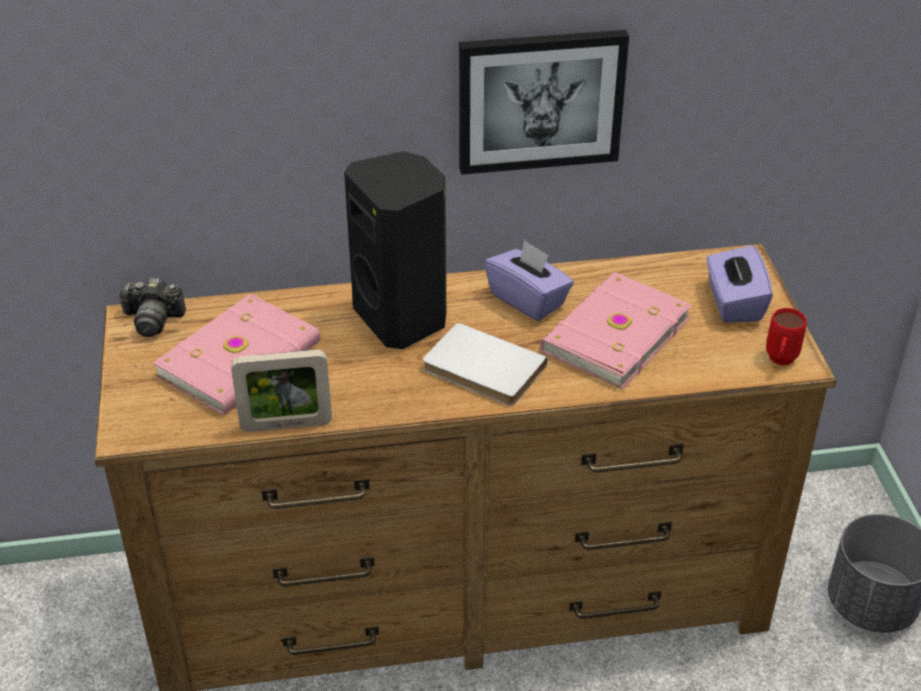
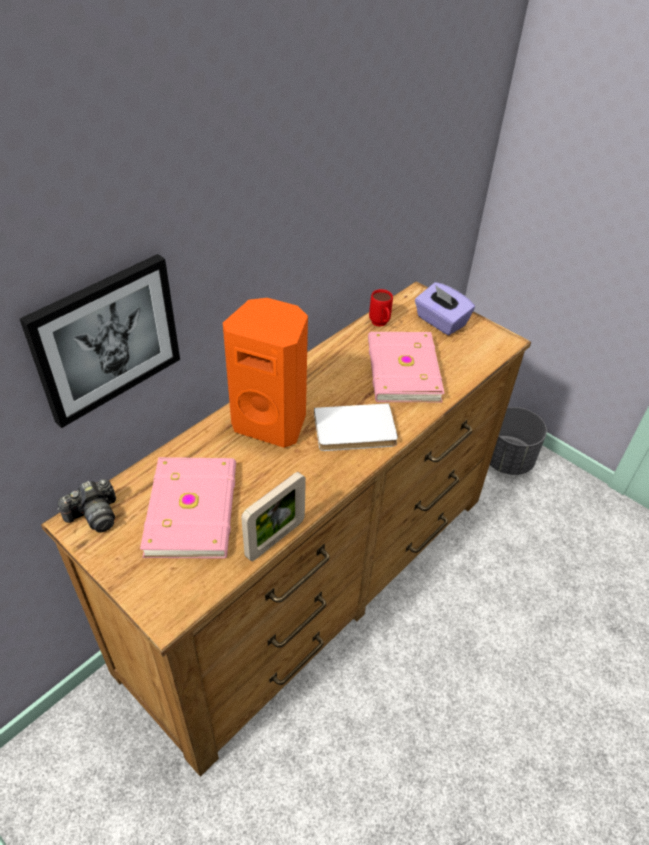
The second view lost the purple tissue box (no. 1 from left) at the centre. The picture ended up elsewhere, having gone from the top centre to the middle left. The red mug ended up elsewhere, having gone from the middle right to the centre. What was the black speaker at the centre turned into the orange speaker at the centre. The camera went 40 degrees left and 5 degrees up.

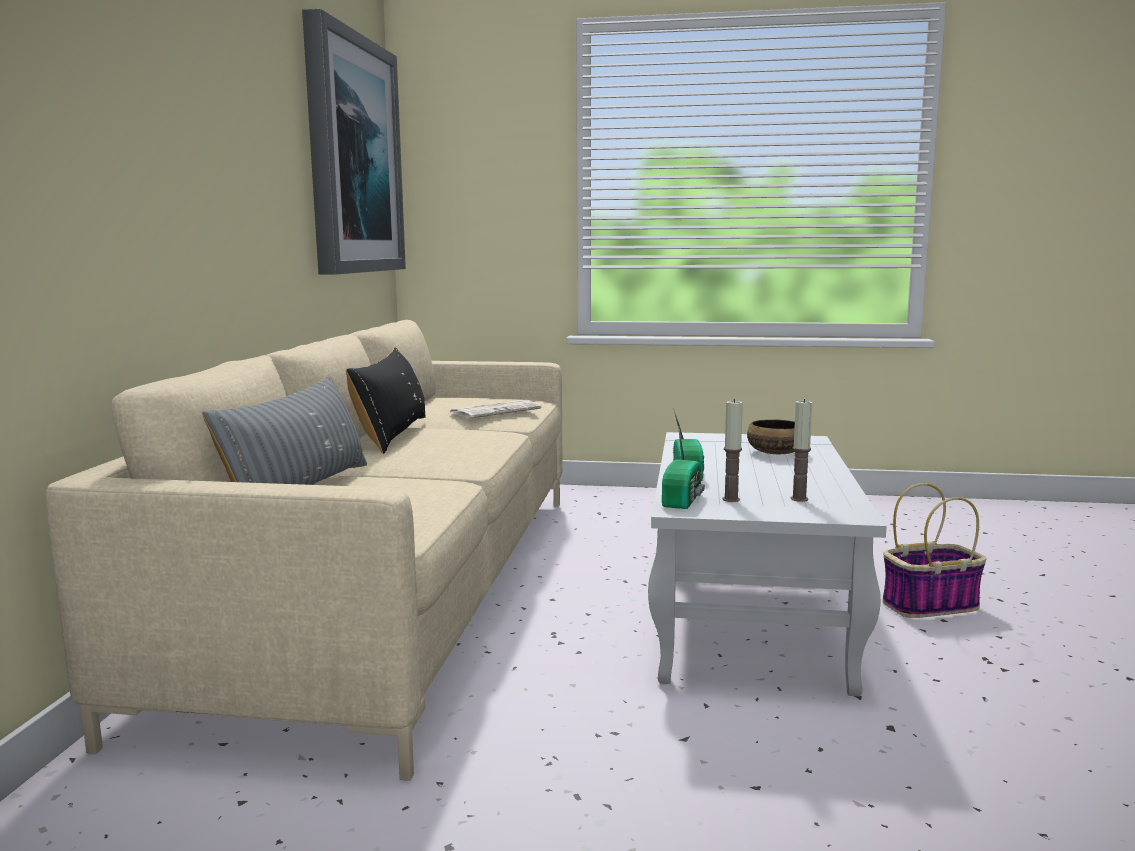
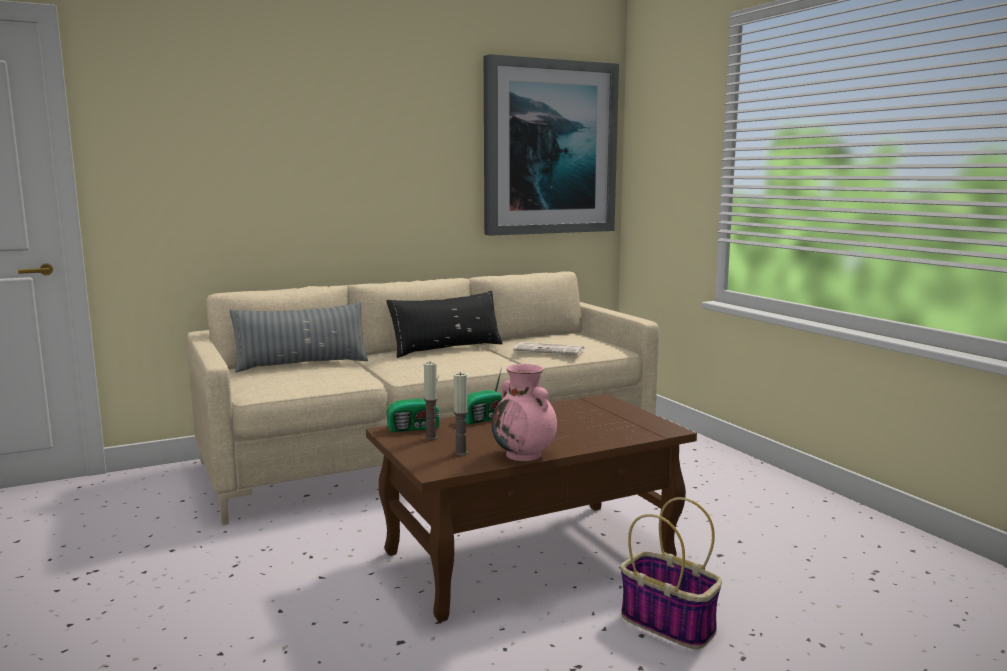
The second view lost the bowl at the middle right. The second view gained the pink vase at the centre. What was the white coffee table at the middle right turned into the brown coffee table at the bottom centre. The camera went 55 degrees right and 0 degrees up.

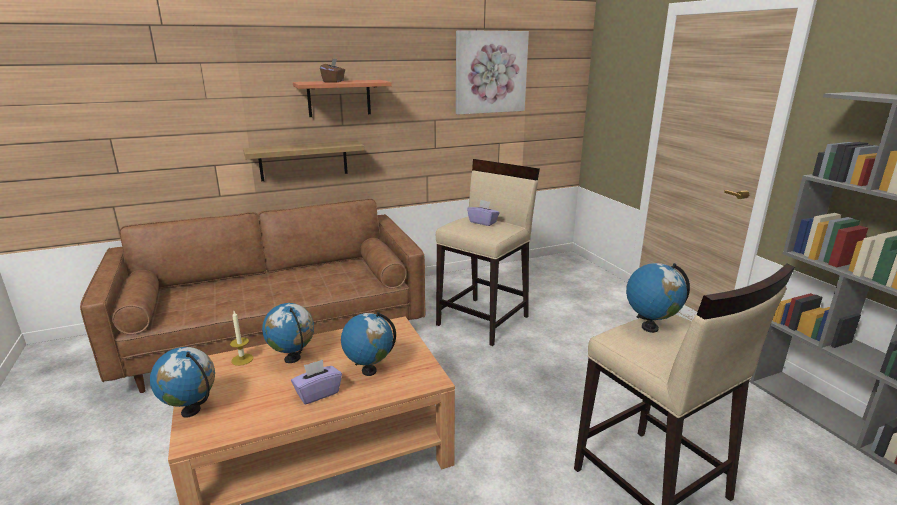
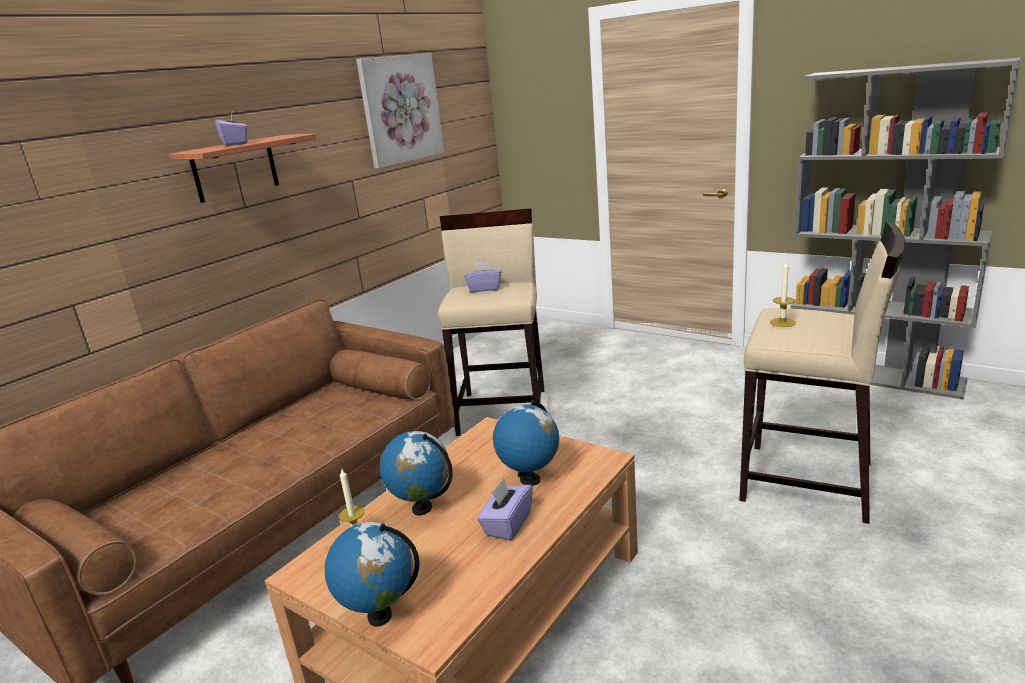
The second view lost the shelf (no. 1 from left) at the top centre. Where the globe (no. 4 from left) stood at the middle right, the candle (no. 2 from left) came to stand at the middle right. What was the brown tissue box at the top centre turned into the purple tissue box (no. 1 from left) at the top left. The camera went 30 degrees left and 0 degrees up.

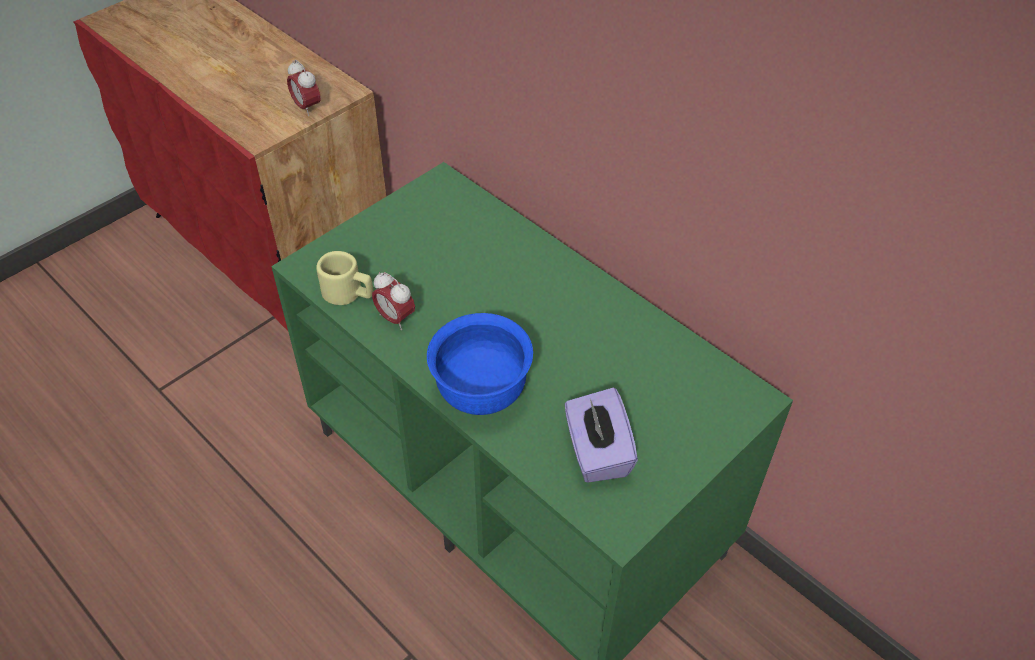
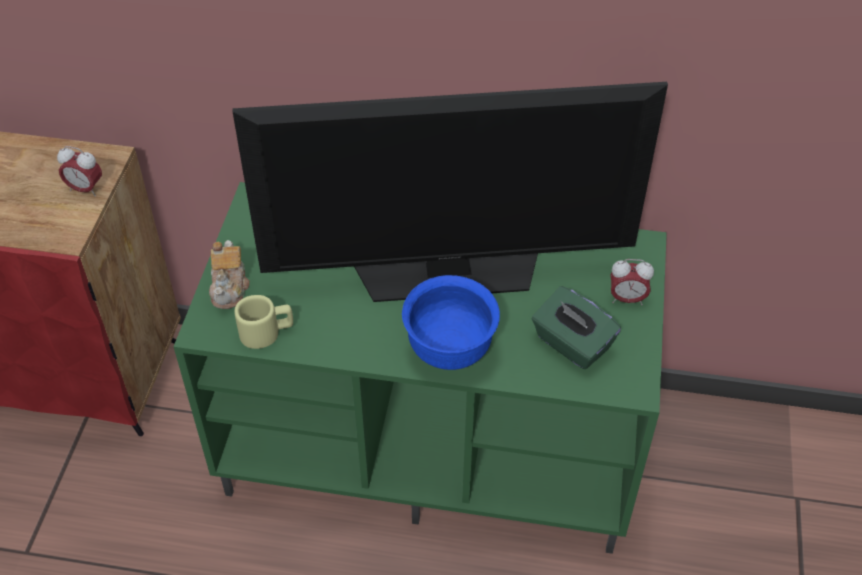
The second view gained the teapot at the middle left. The second view gained the television at the centre. The alarm clock (no. 2 from left) ended up elsewhere, having gone from the centre to the middle right. What was the purple tissue box at the centre turned into the green tissue box at the middle right. The camera went 35 degrees left and 0 degrees up.

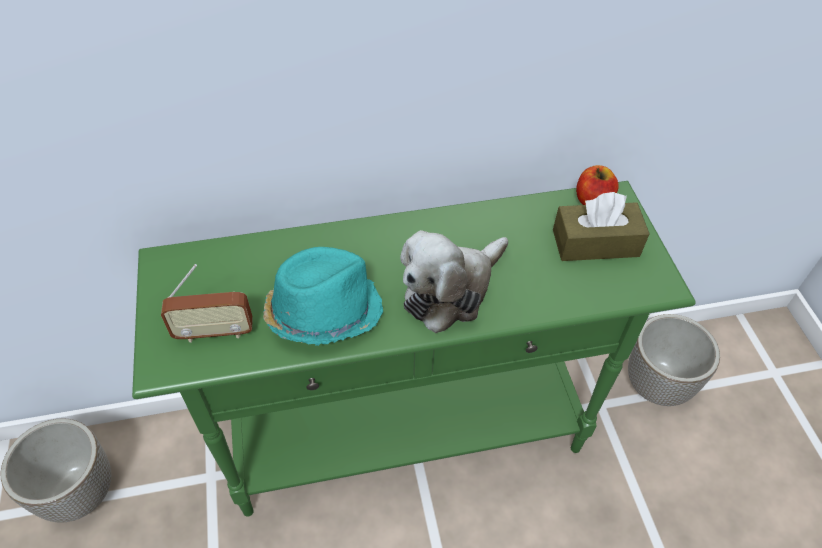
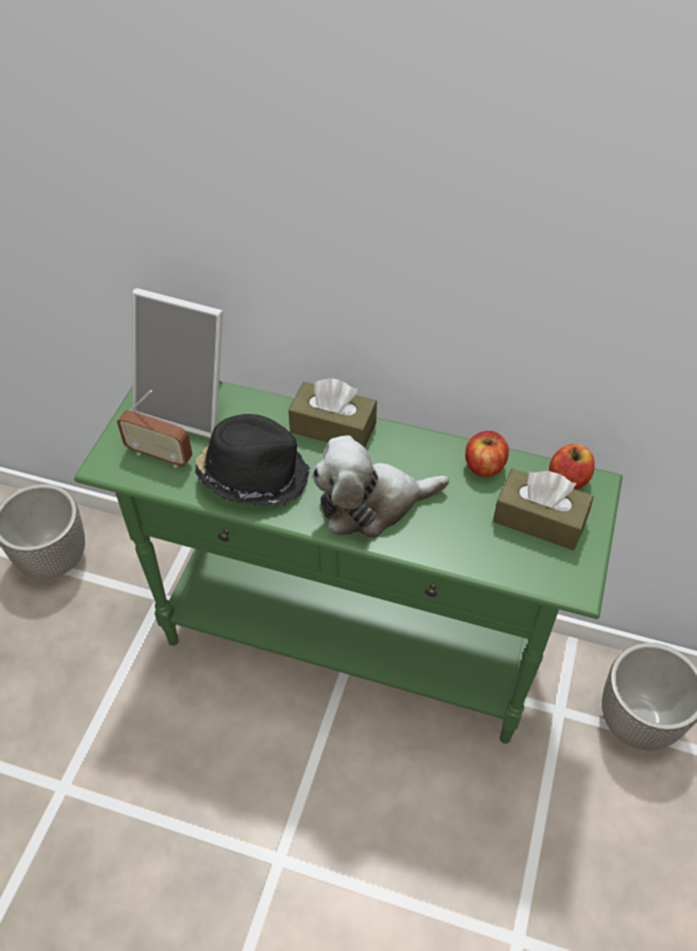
The second view gained the picture frame at the middle left. The second view gained the brown tissue box (no. 1 from left) at the centre. The second view gained the apple (no. 1 from left) at the middle right. What was the turquoise hat at the centre turned into the black hat at the centre. The camera went 30 degrees right and 0 degrees up.

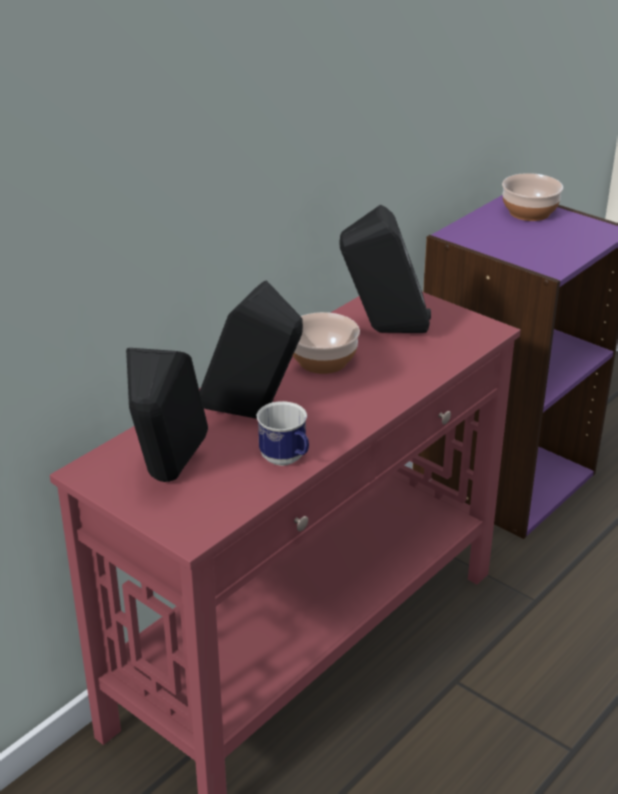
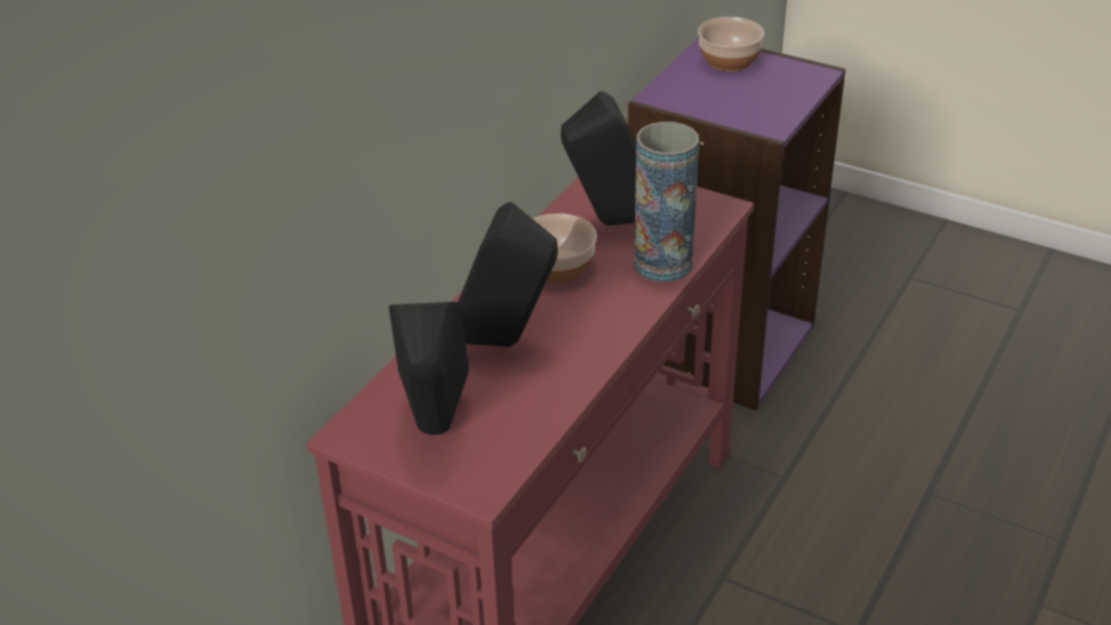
The second view lost the mug at the centre. The second view gained the vase at the top centre. The camera went 10 degrees left and 5 degrees up.

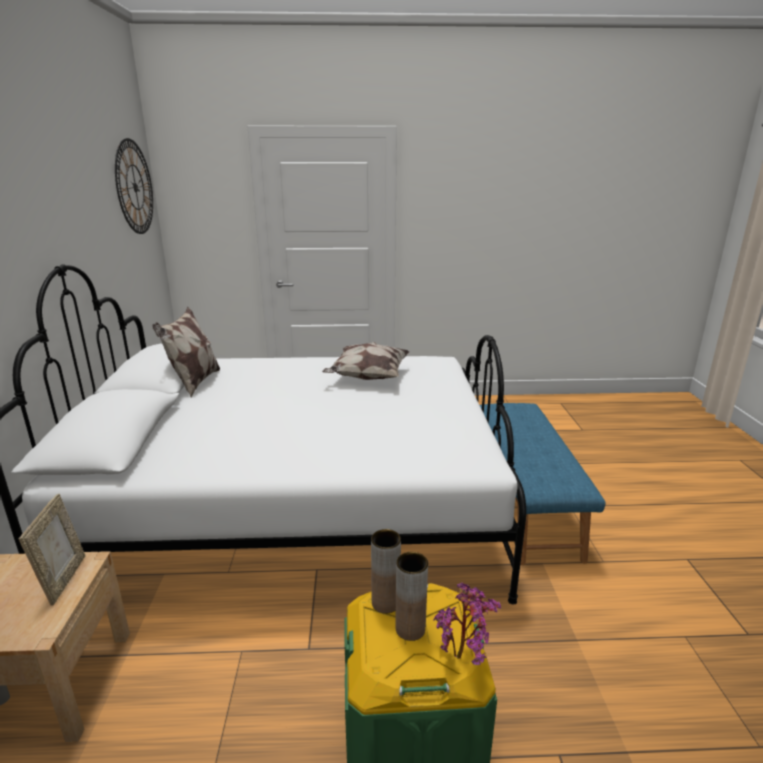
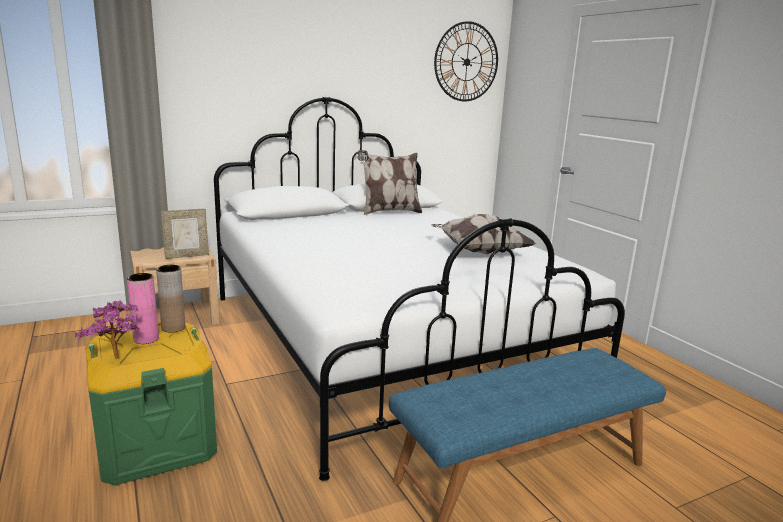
What was the brown vase (no. 2 from left) at the bottom centre turned into the pink vase at the middle left. The camera went 65 degrees right and 5 degrees down.

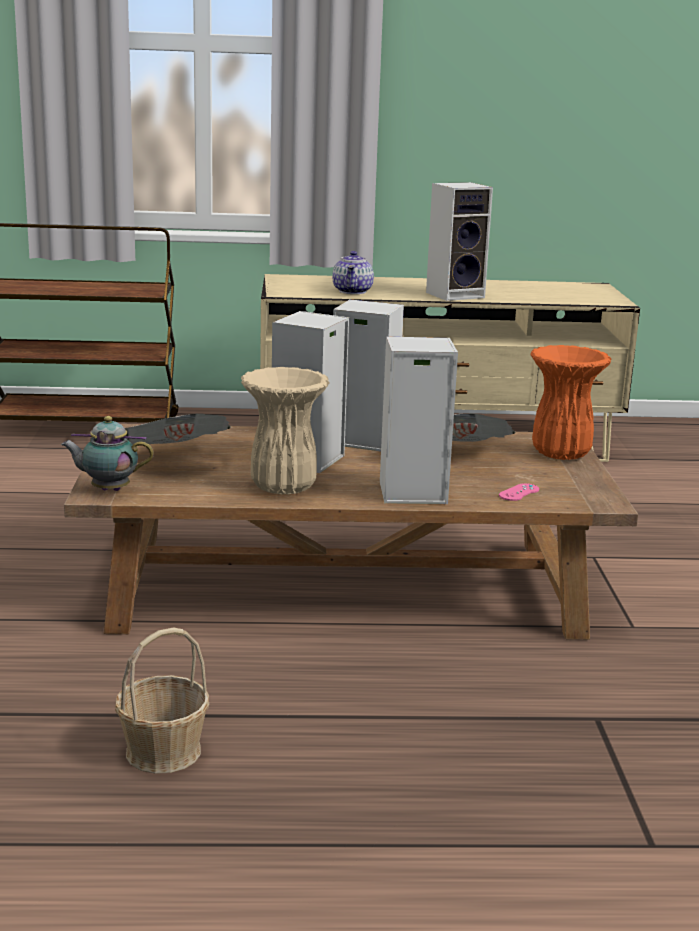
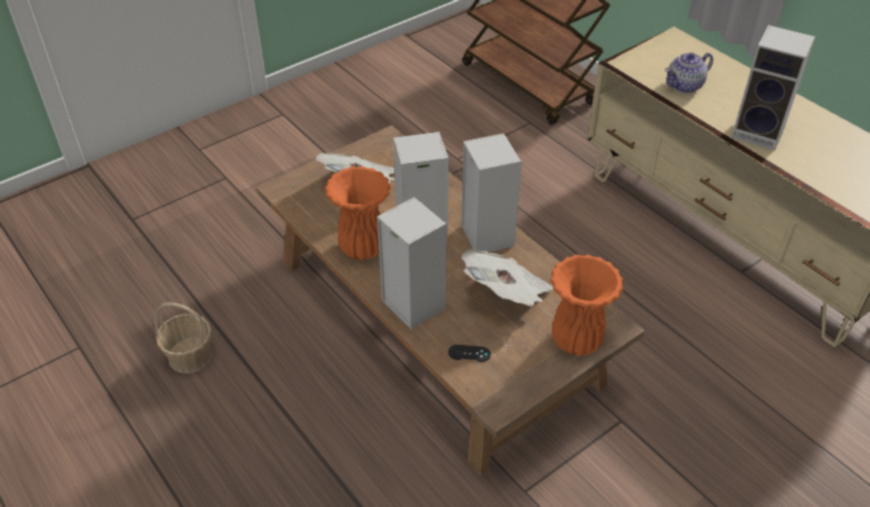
The second view lost the teapot (no. 1 from left) at the middle left. What was the beige vase at the centre turned into the orange vase (no. 1 from left) at the centre. What was the pink game controller at the middle right turned into the black game controller at the bottom centre. The camera went 55 degrees right and 25 degrees up.

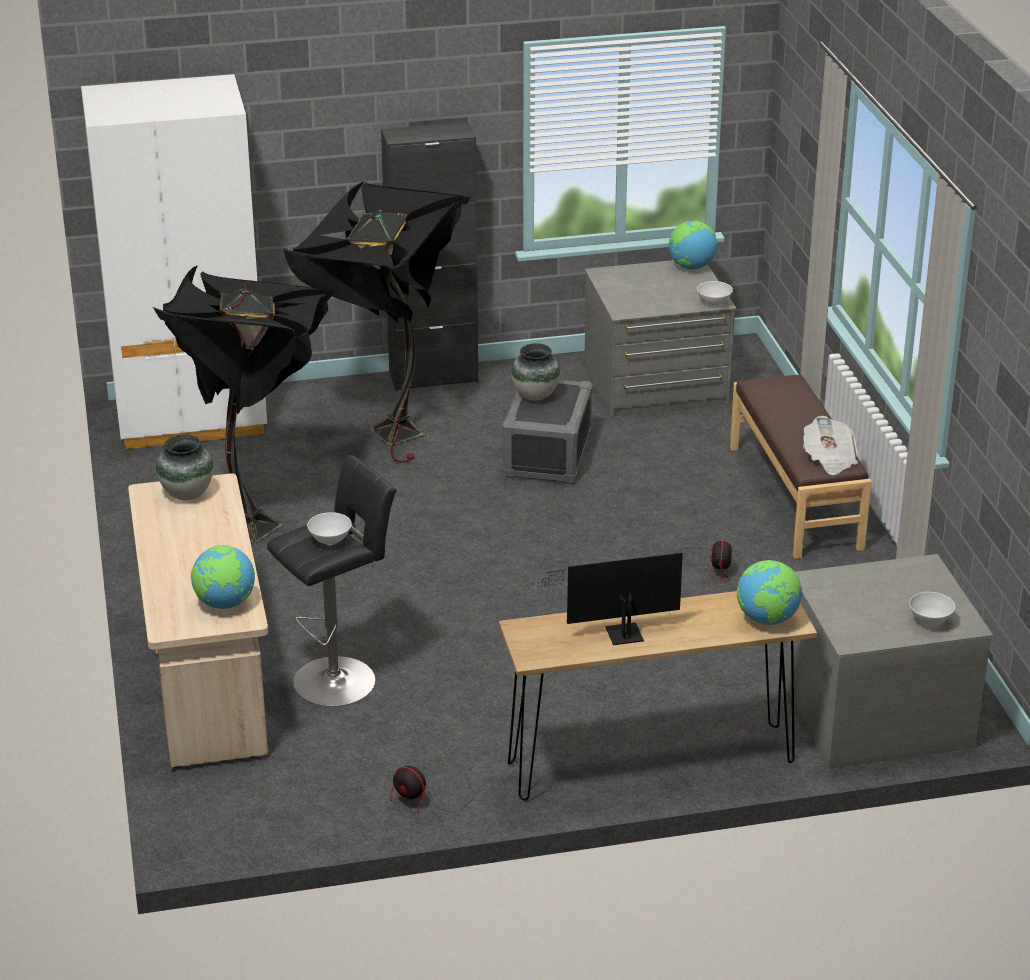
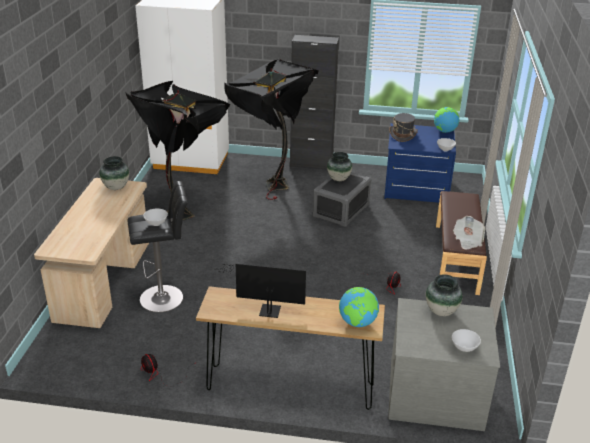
The second view lost the globe (no. 1 from left) at the middle left. The second view gained the grey hat at the top right. The second view gained the vase (no. 3 from left) at the middle right. What was the grey dresser (no. 1 from left) at the centre turned into the blue dresser at the middle right. The camera went 20 degrees right and 0 degrees up.

